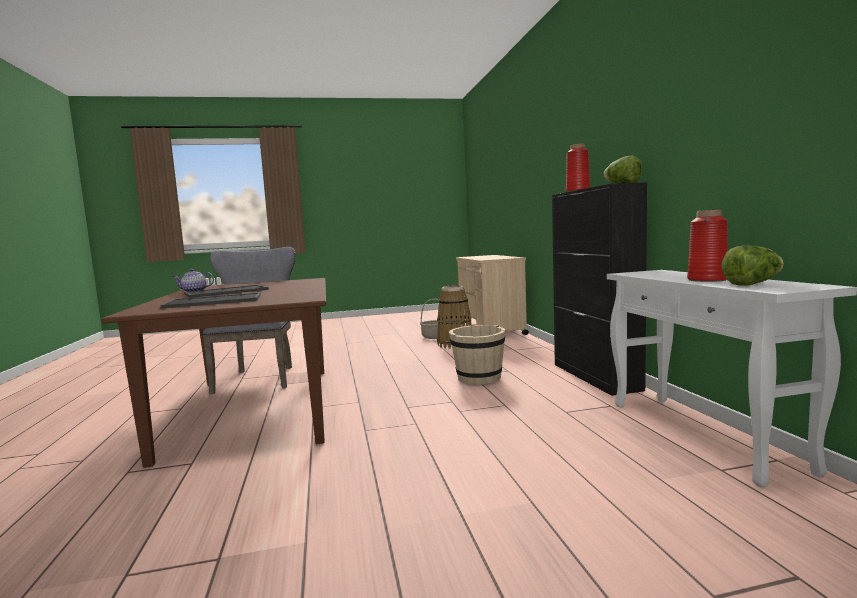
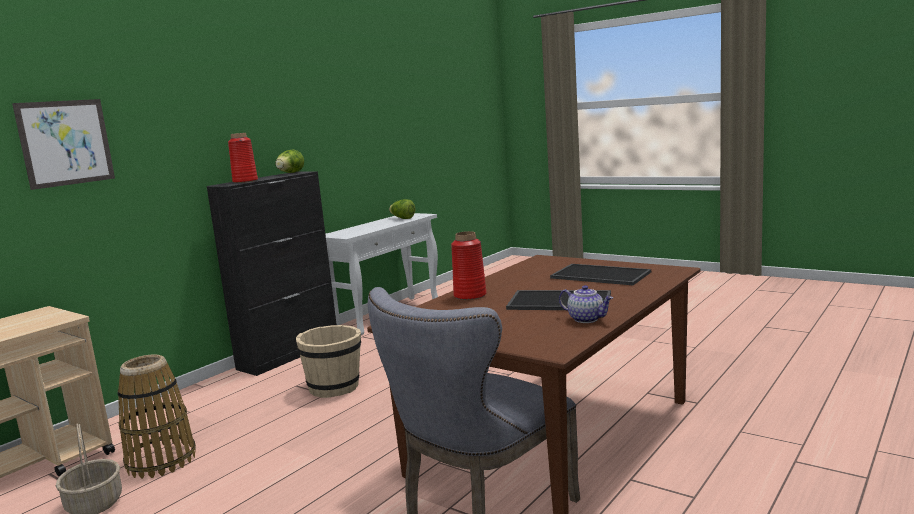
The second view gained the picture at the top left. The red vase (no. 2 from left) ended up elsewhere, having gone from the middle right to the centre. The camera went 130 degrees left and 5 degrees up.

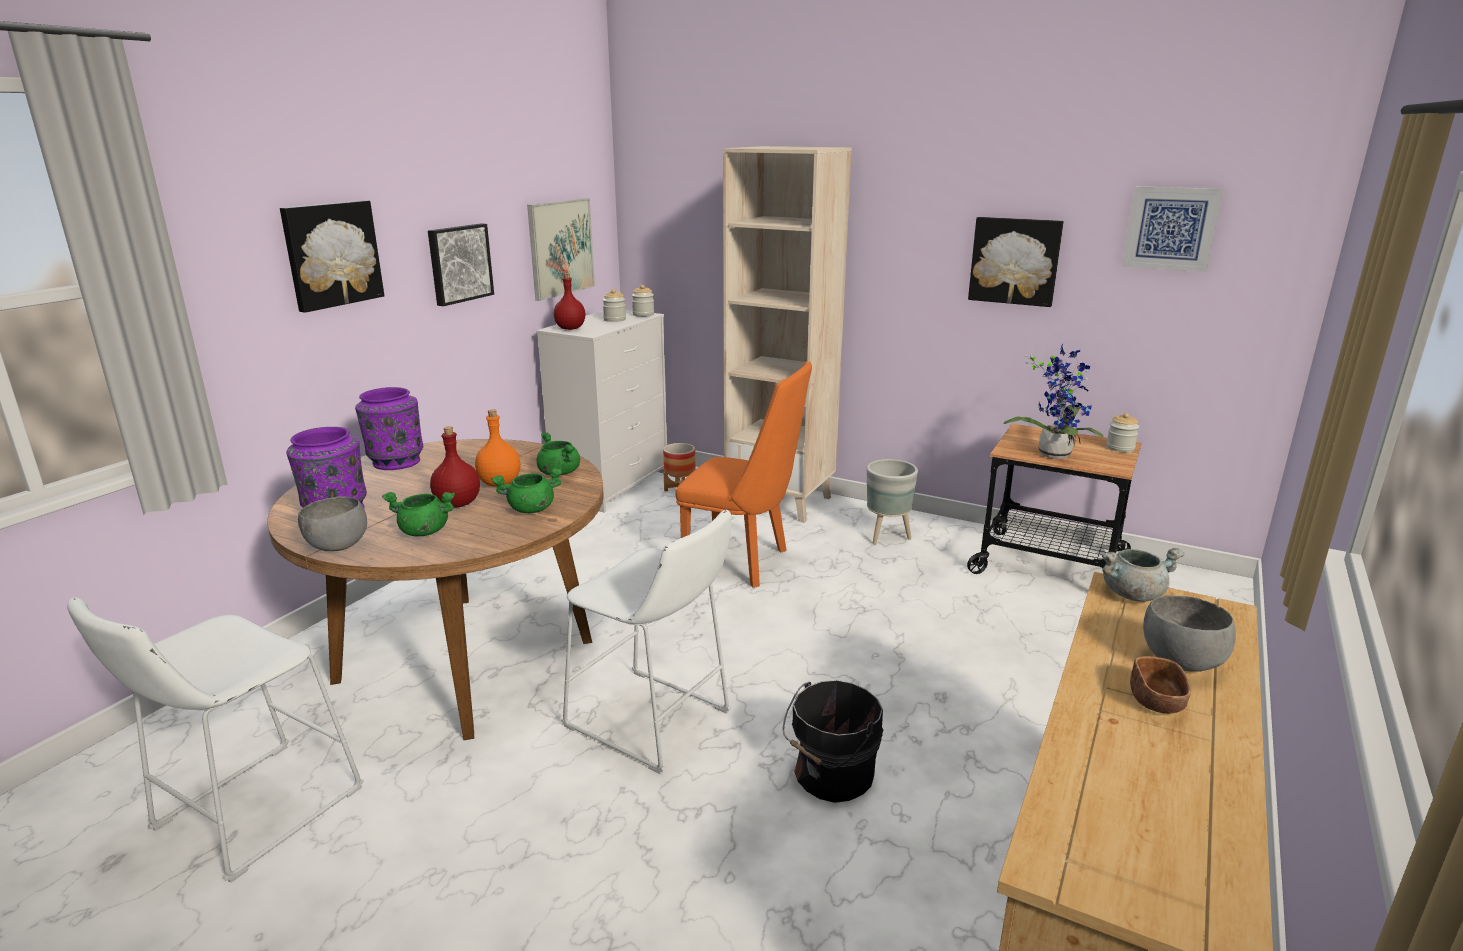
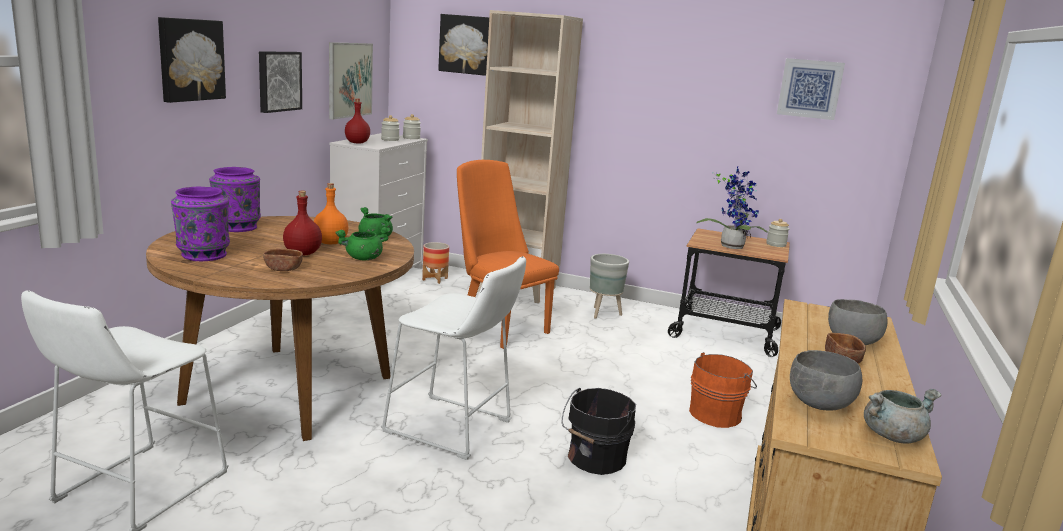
The second view gained the orange bucket at the bottom right. The grey bowl (no. 1 from left) ended up elsewhere, having gone from the middle left to the bottom right. The picture (no. 4 from left) ended up elsewhere, having gone from the top right to the top centre. The grey cooking pot ended up elsewhere, having gone from the middle right to the bottom right. Where the green cooking pot (no. 1 from left) stood at the middle left, the brown bowl (no. 1 from left) came to stand at the middle left. The orange chair at the centre ended up facing another way, 150 degrees counterclockwise from before. The camera went 10 degrees left and 5 degrees down.

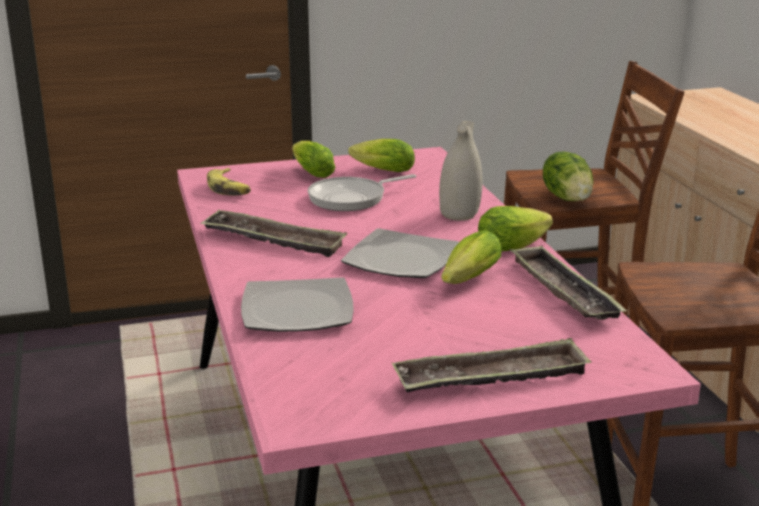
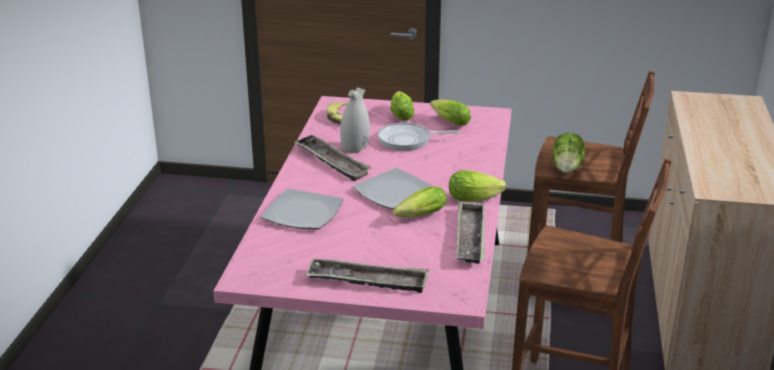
The white vase ended up elsewhere, having gone from the centre to the top centre. The camera went 25 degrees right and 5 degrees up.

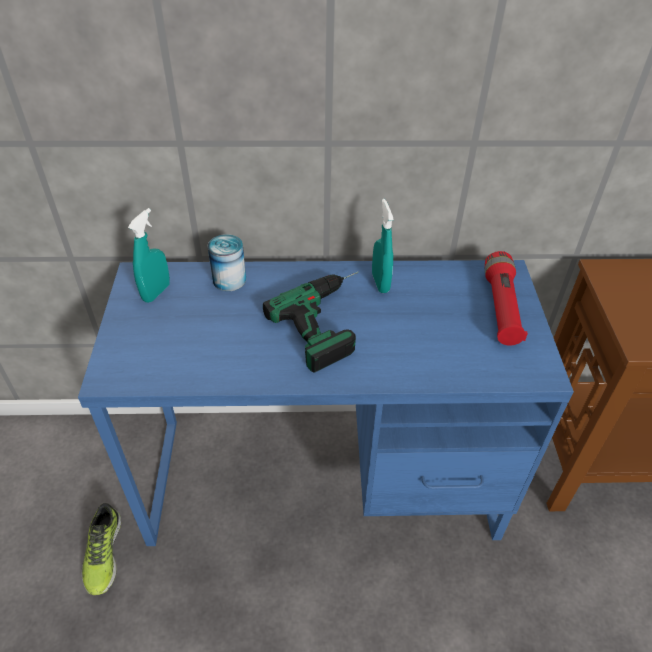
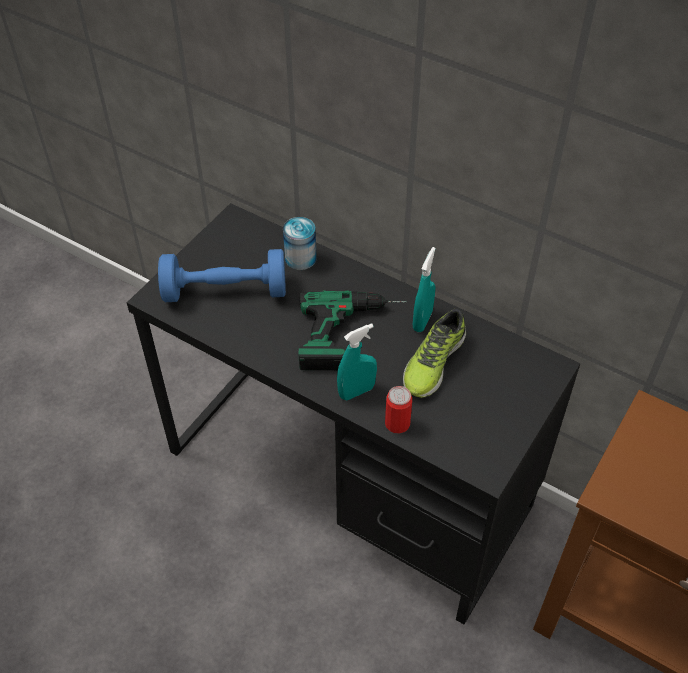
The second view lost the red flashlight at the middle right. The second view gained the blue dumbbell at the middle left. The second view gained the can (no. 2 from left) at the centre. The shoe ended up elsewhere, having gone from the bottom left to the centre. The turquoise spray bottle (no. 1 from left) ended up elsewhere, having gone from the middle left to the centre. What was the blue desk at the centre turned into the black desk at the centre. The camera went 35 degrees right and 5 degrees up.

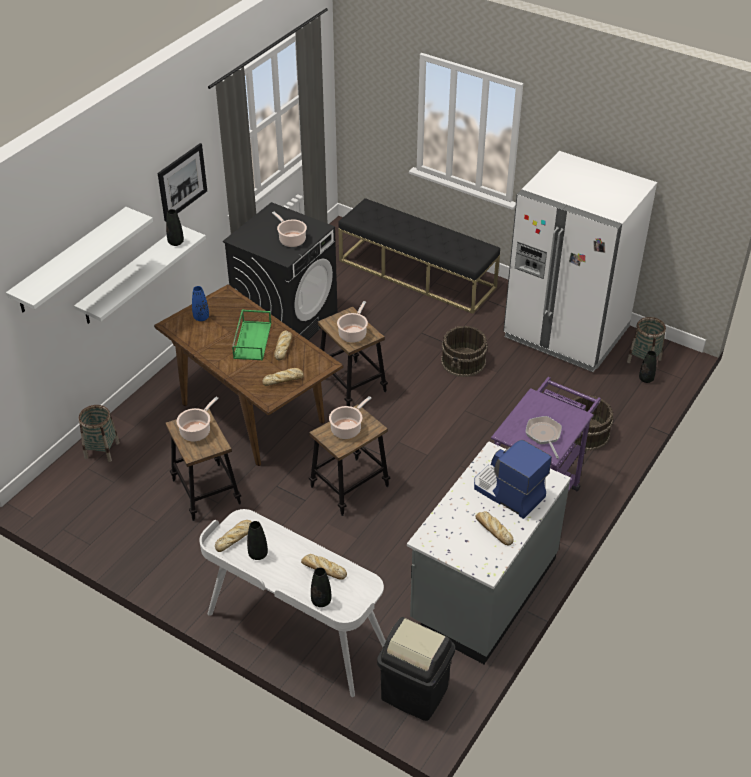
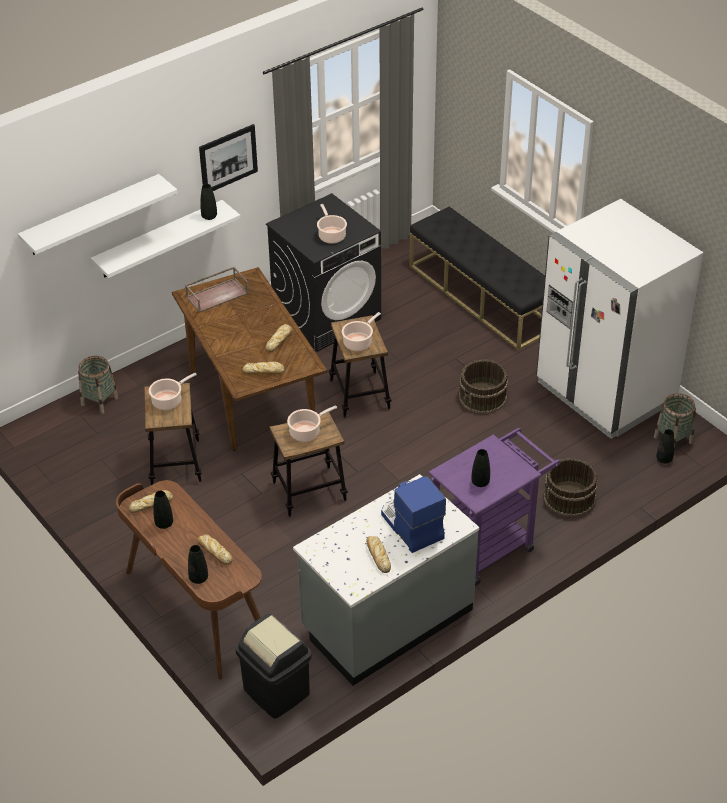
The second view lost the green tray at the centre. Where the blue vase stood at the middle left, the brown tray came to stand at the middle left. Where the frying pan stood at the middle right, the black vase (no. 4 from left) came to stand at the centre. What was the white desk at the bottom centre turned into the brown desk at the bottom left. The camera went 20 degrees right and 0 degrees up.

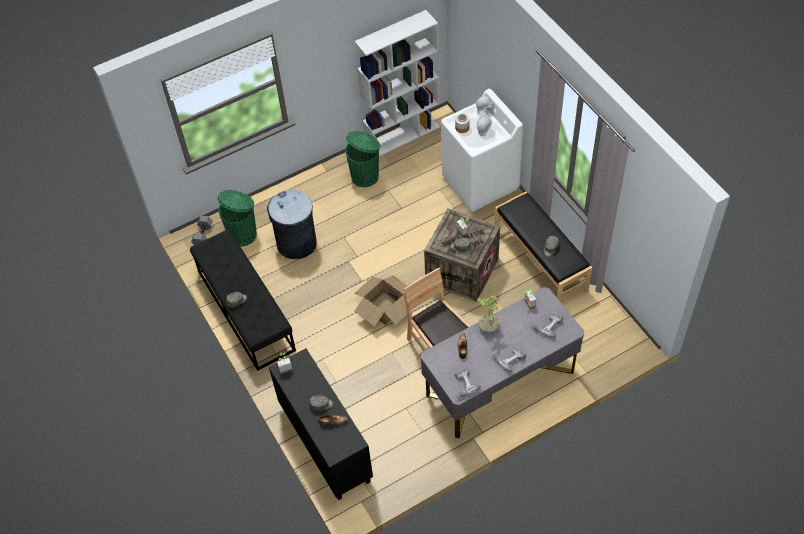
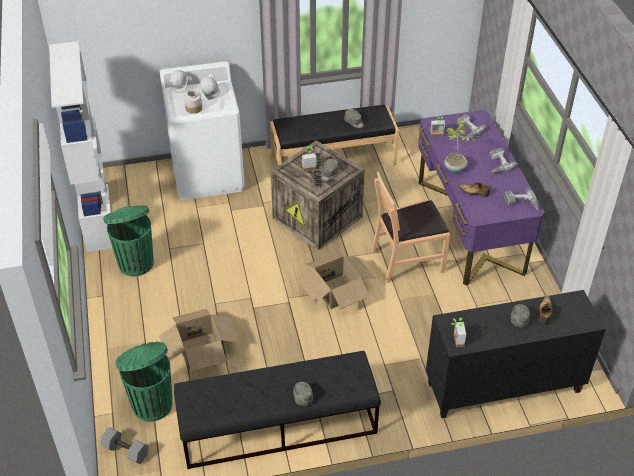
Where the grey trash can stood at the centre, the cardboard box (no. 1 from left) came to stand at the bottom left. What was the grey desk at the bottom centre turned into the purple desk at the middle right. The camera went 75 degrees left and 10 degrees down.

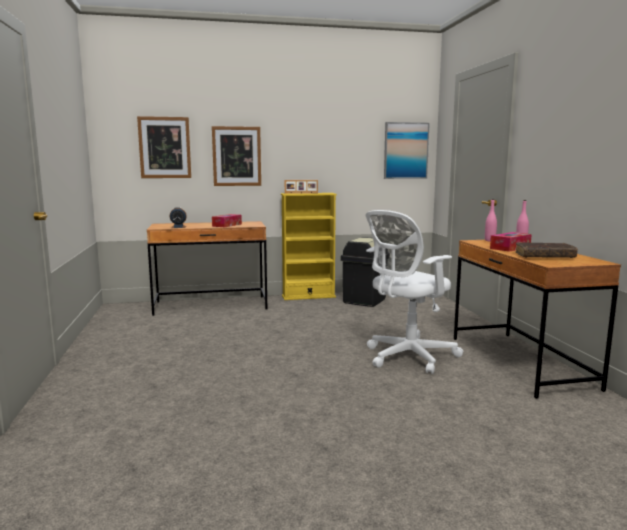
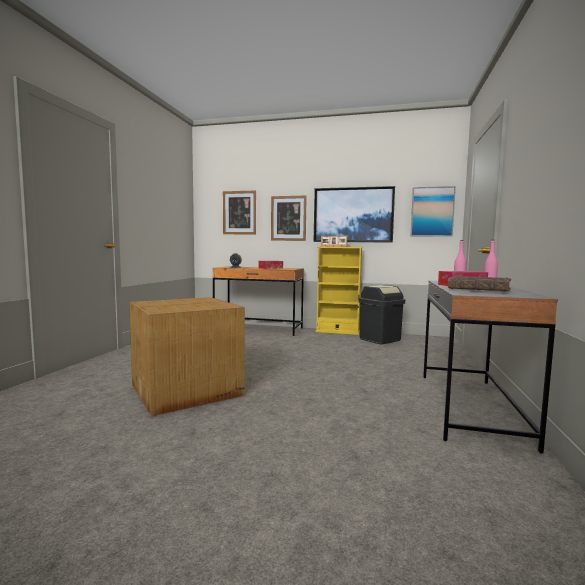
The second view lost the white office chair at the centre. The second view gained the cardboard box at the middle left. The second view gained the picture (no. 3 from left) at the centre. What was the brown desk (no. 2 from left) at the middle right turned into the grey desk at the middle right. The camera went 25 degrees right and 5 degrees down.

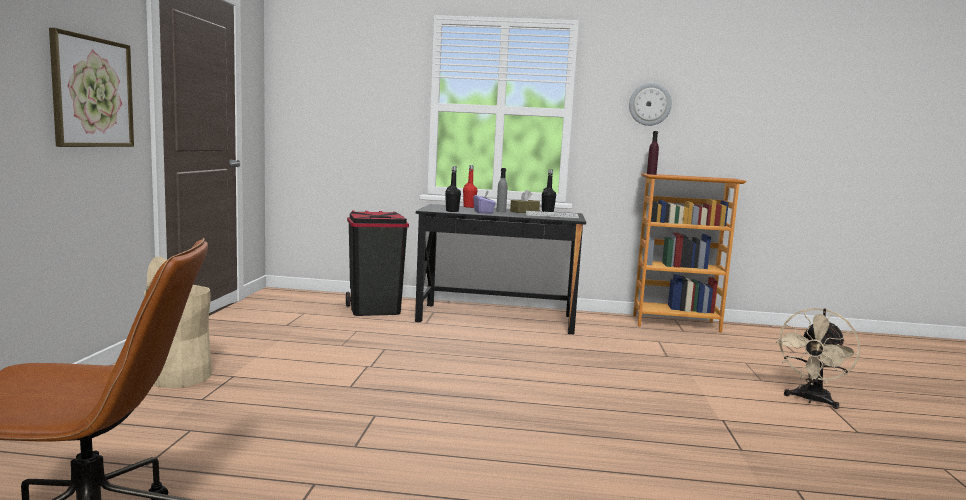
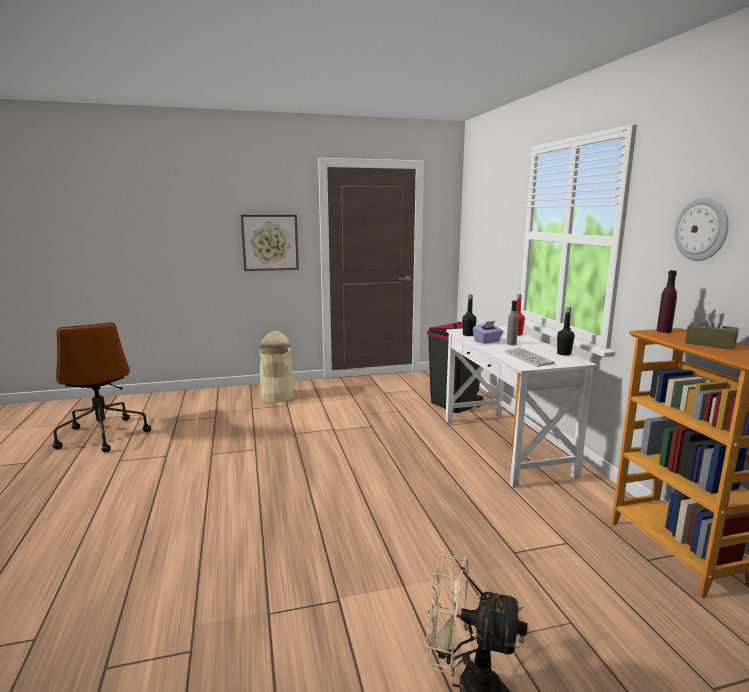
The brown tissue box ended up elsewhere, having gone from the centre to the middle right. What was the black desk at the centre turned into the white desk at the middle right. The camera went 70 degrees right and 5 degrees up.

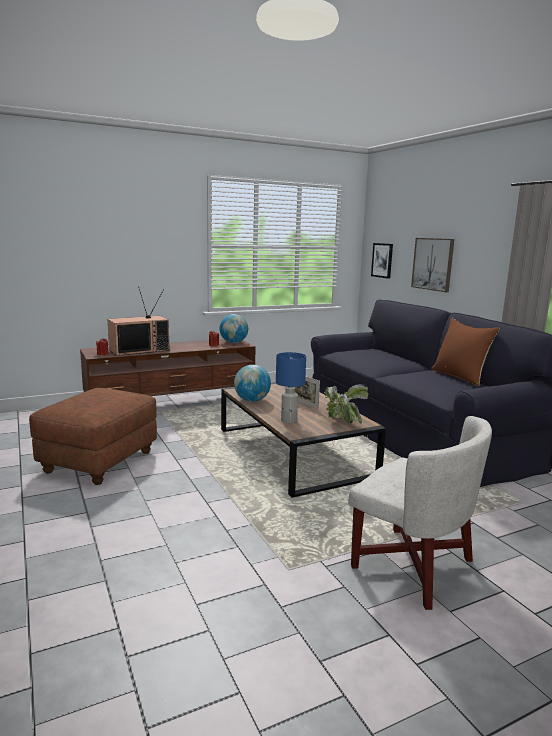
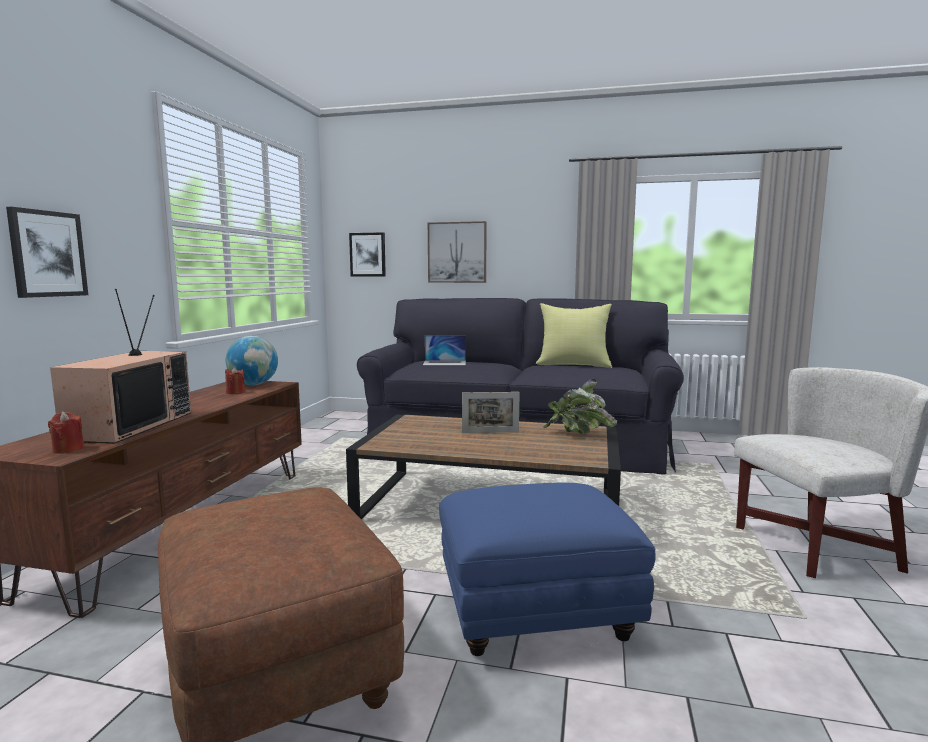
The second view lost the globe (no. 2 from left) at the centre. The second view lost the blue table lamp at the centre. The second view gained the picture (no. 1 from left) at the middle left. The second view gained the laptop at the centre. The second view gained the blue ottoman at the bottom centre. What was the brown pillow at the middle right turned into the yellow pillow at the centre. The camera went 50 degrees left and 5 degrees down.

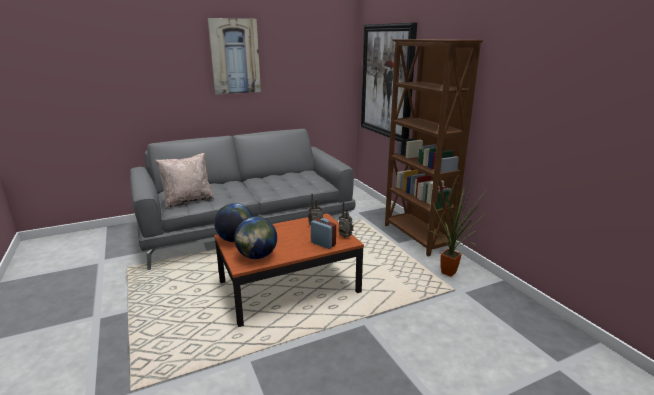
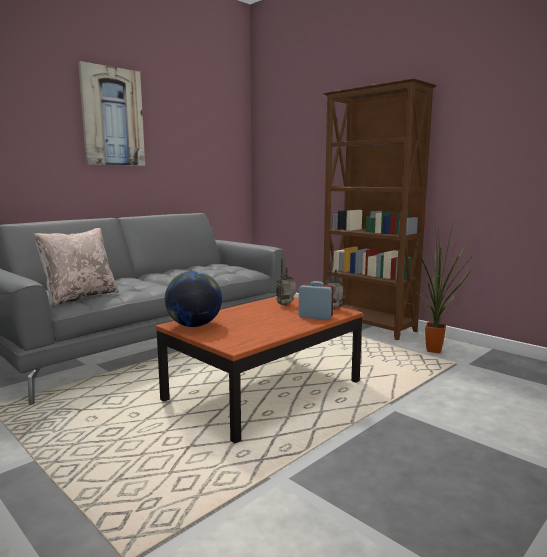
The second view lost the globe (no. 2 from left) at the centre. The second view lost the picture (no. 2 from left) at the top centre. The camera went 20 degrees left and 10 degrees down.

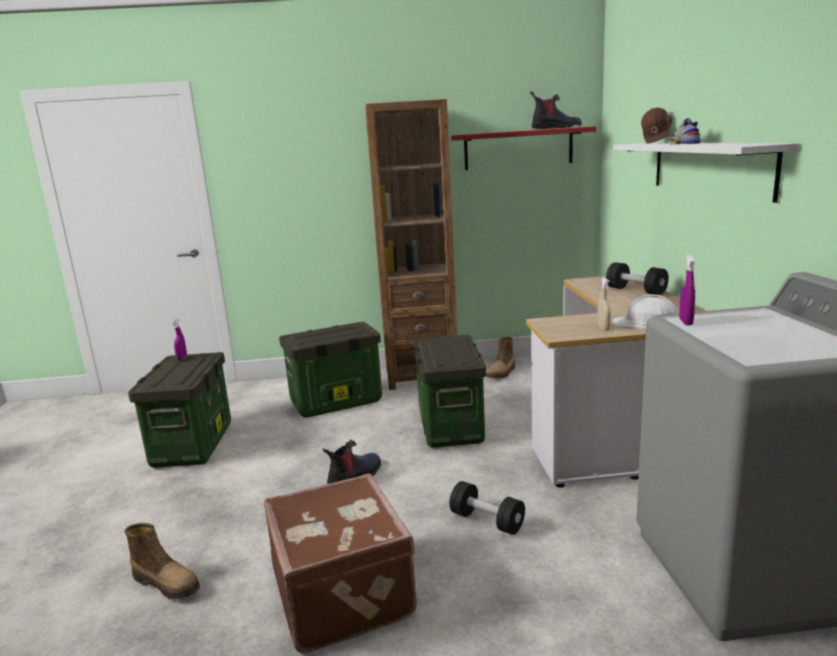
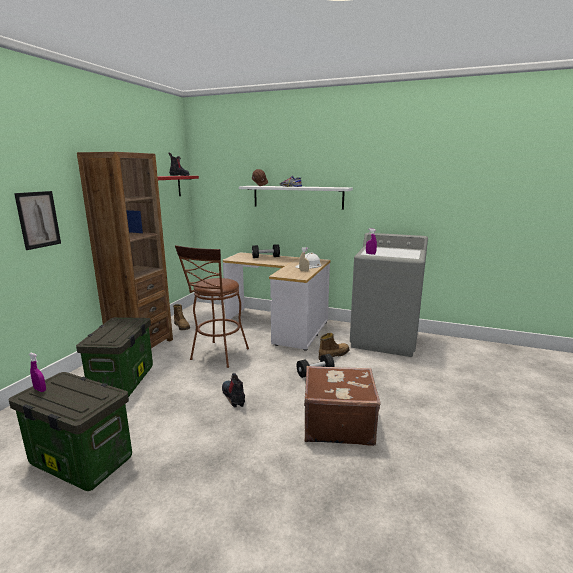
The second view gained the picture at the middle left. The boot (no. 1 from left in the first image) ended up elsewhere, having gone from the bottom left to the centre. Where the storage box (no. 3 from left) stood at the centre, the brown stool came to stand at the centre. The camera went 65 degrees left and 0 degrees up.

